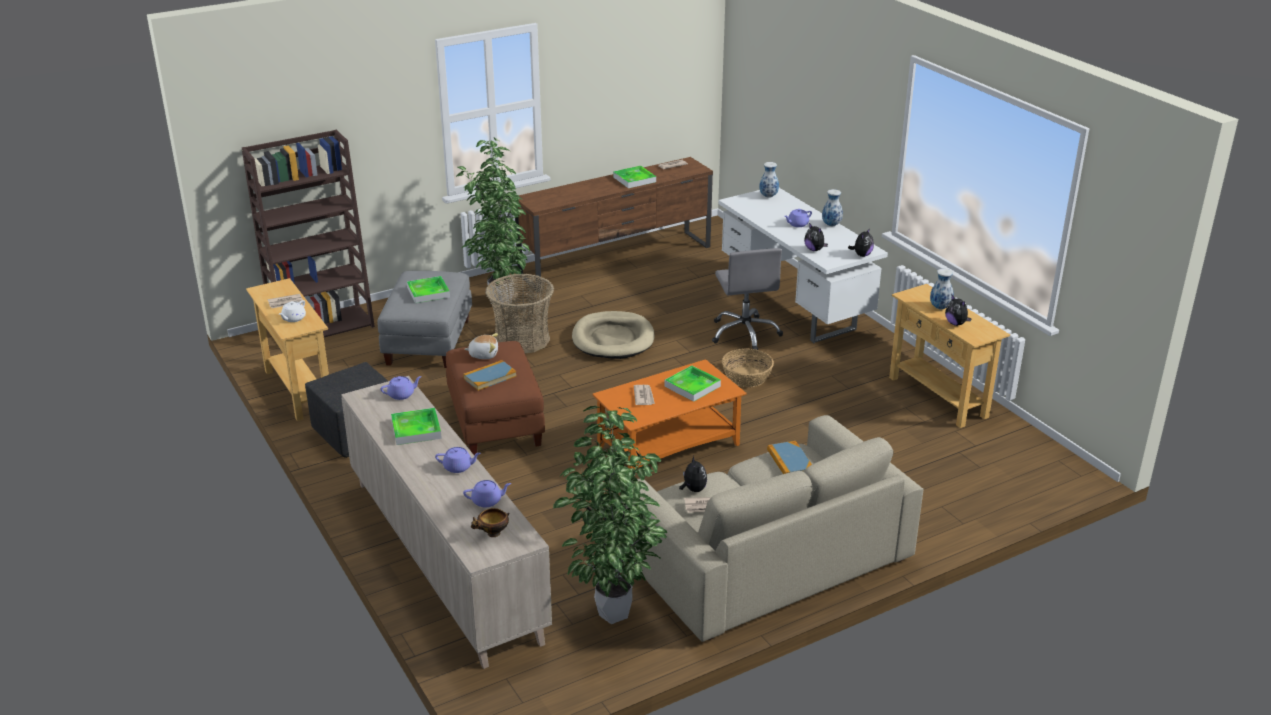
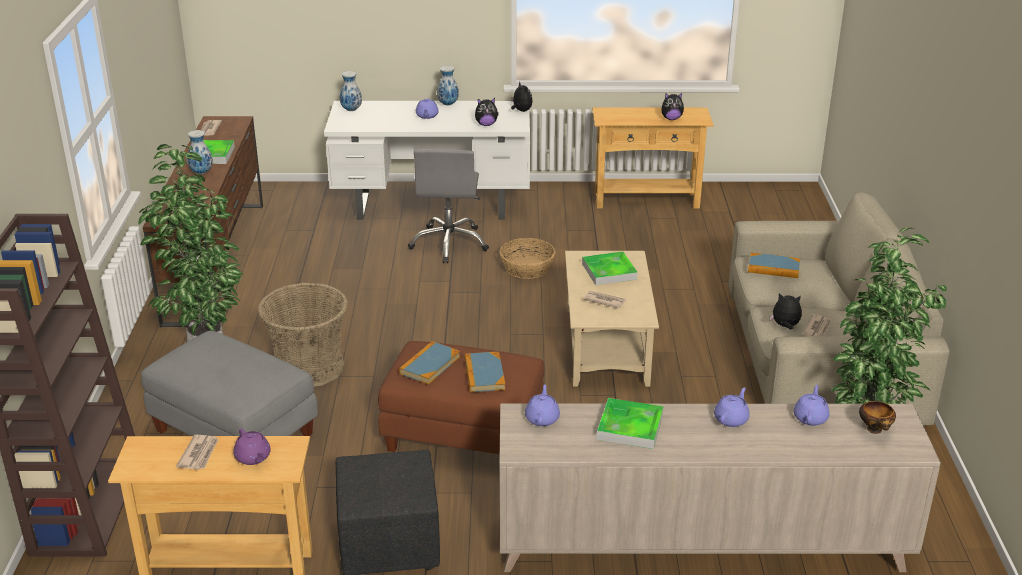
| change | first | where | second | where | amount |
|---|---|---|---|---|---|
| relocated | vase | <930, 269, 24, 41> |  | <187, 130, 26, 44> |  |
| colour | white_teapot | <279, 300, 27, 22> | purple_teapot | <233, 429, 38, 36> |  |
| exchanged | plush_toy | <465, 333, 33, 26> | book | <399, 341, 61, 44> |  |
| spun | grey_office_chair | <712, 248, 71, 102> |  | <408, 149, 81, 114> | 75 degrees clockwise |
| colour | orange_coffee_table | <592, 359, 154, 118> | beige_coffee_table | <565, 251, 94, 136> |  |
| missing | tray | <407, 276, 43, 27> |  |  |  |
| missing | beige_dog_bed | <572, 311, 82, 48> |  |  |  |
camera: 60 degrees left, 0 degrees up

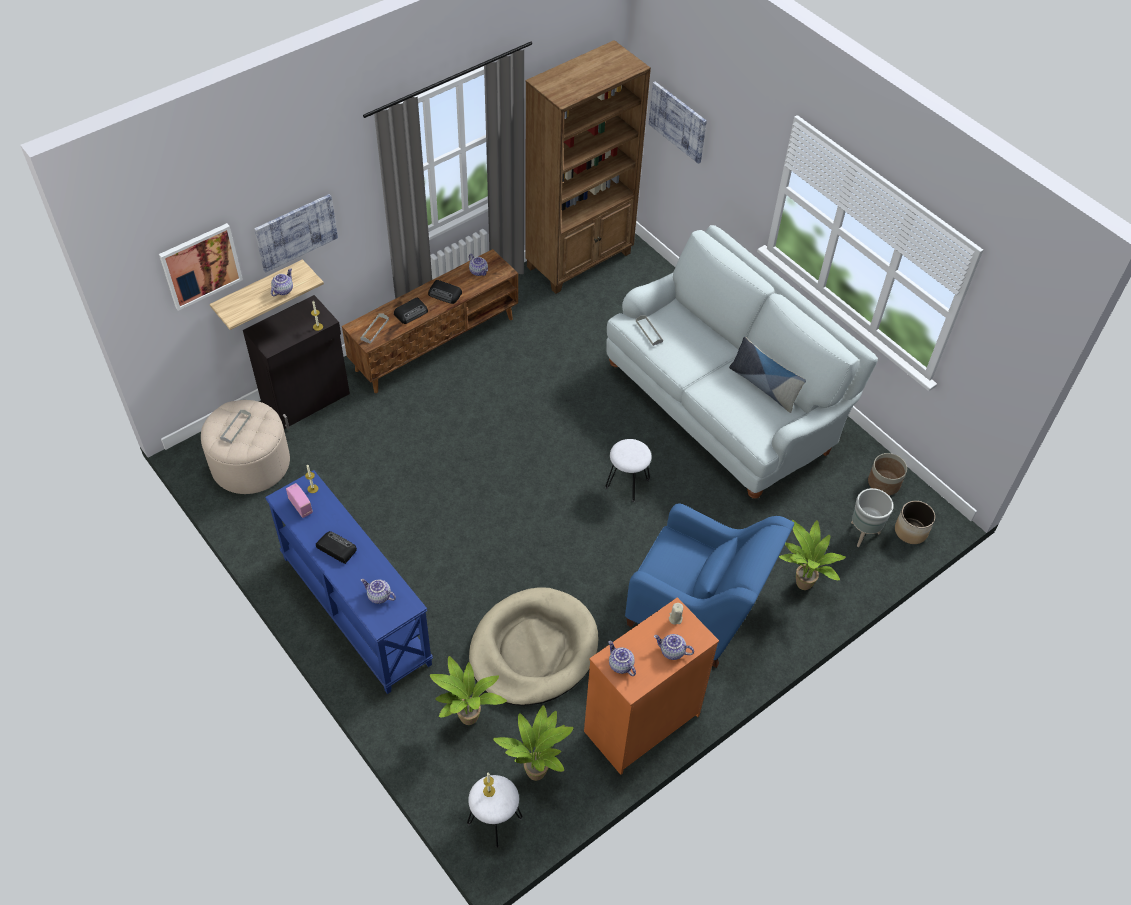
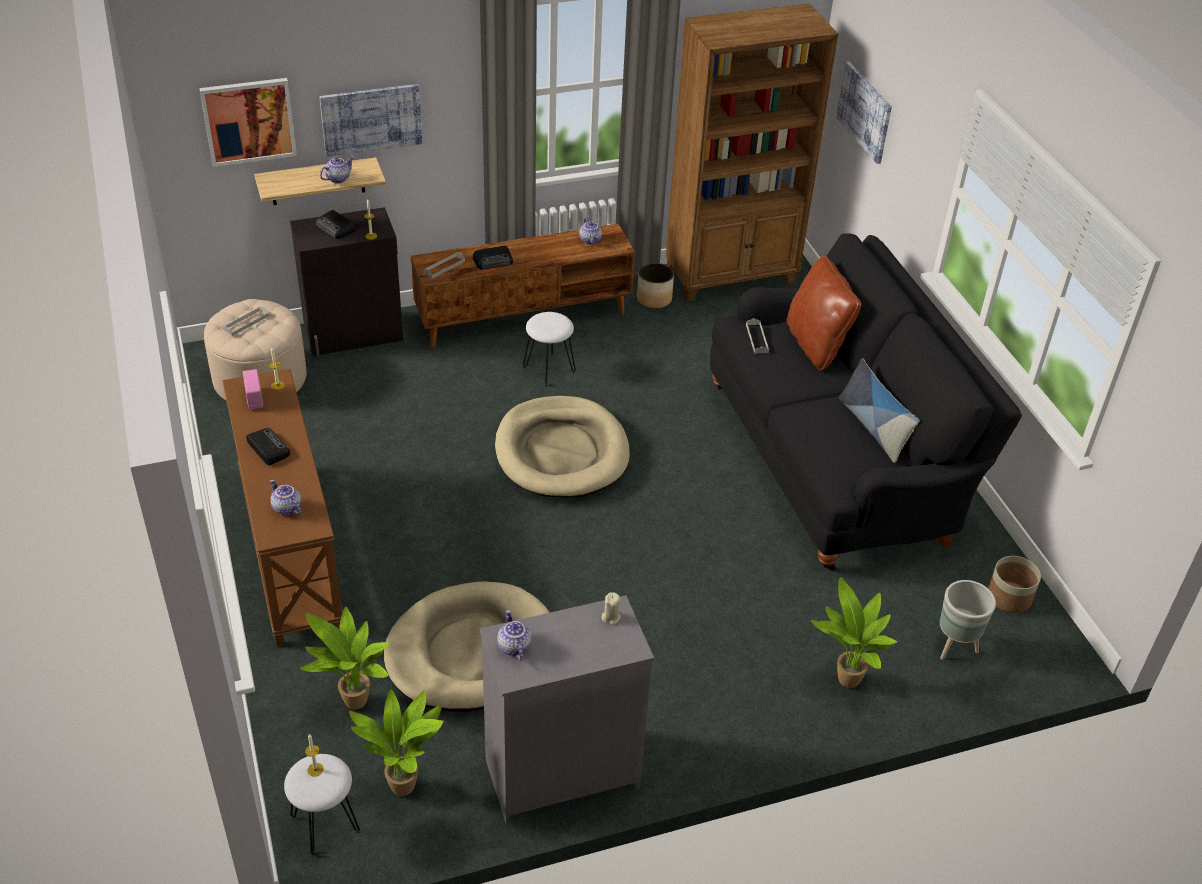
| change | first | where | second | where | amount |
|---|---|---|---|---|---|
| colour | blue_console_table | <265, 470, 168, 224> | brown_console_table | <223, 369, 120, 278> |  |
| relocated | radio | <428, 280, 34, 24> |  | <316, 210, 39, 29> |  |
| colour | orange_dresser | <584, 597, 135, 178> | grey_dresser | <480, 596, 174, 228> |  |
| appeared |  |  | beige_dog_bed | <495, 396, 135, 102> |  |
| relocated | white_stool | <605, 439, 47, 63> |  | <523, 312, 53, 75> |  |
| relocated | planter | <895, 501, 40, 43> |  | <637, 263, 37, 45> |  |
| colour | white_sofa | <606, 225, 272, 274> | black_sofa | <710, 233, 312, 337> |  |
| appeared |  |  | brown_pillow | <786, 255, 75, 116> |  |
| missing | blue_armchair | <625, 503, 169, 165> |  |  |  |
| missing | teapot | <654, 634, 40, 26> |  |  |  |
camera: 20 degrees right, 10 degrees down

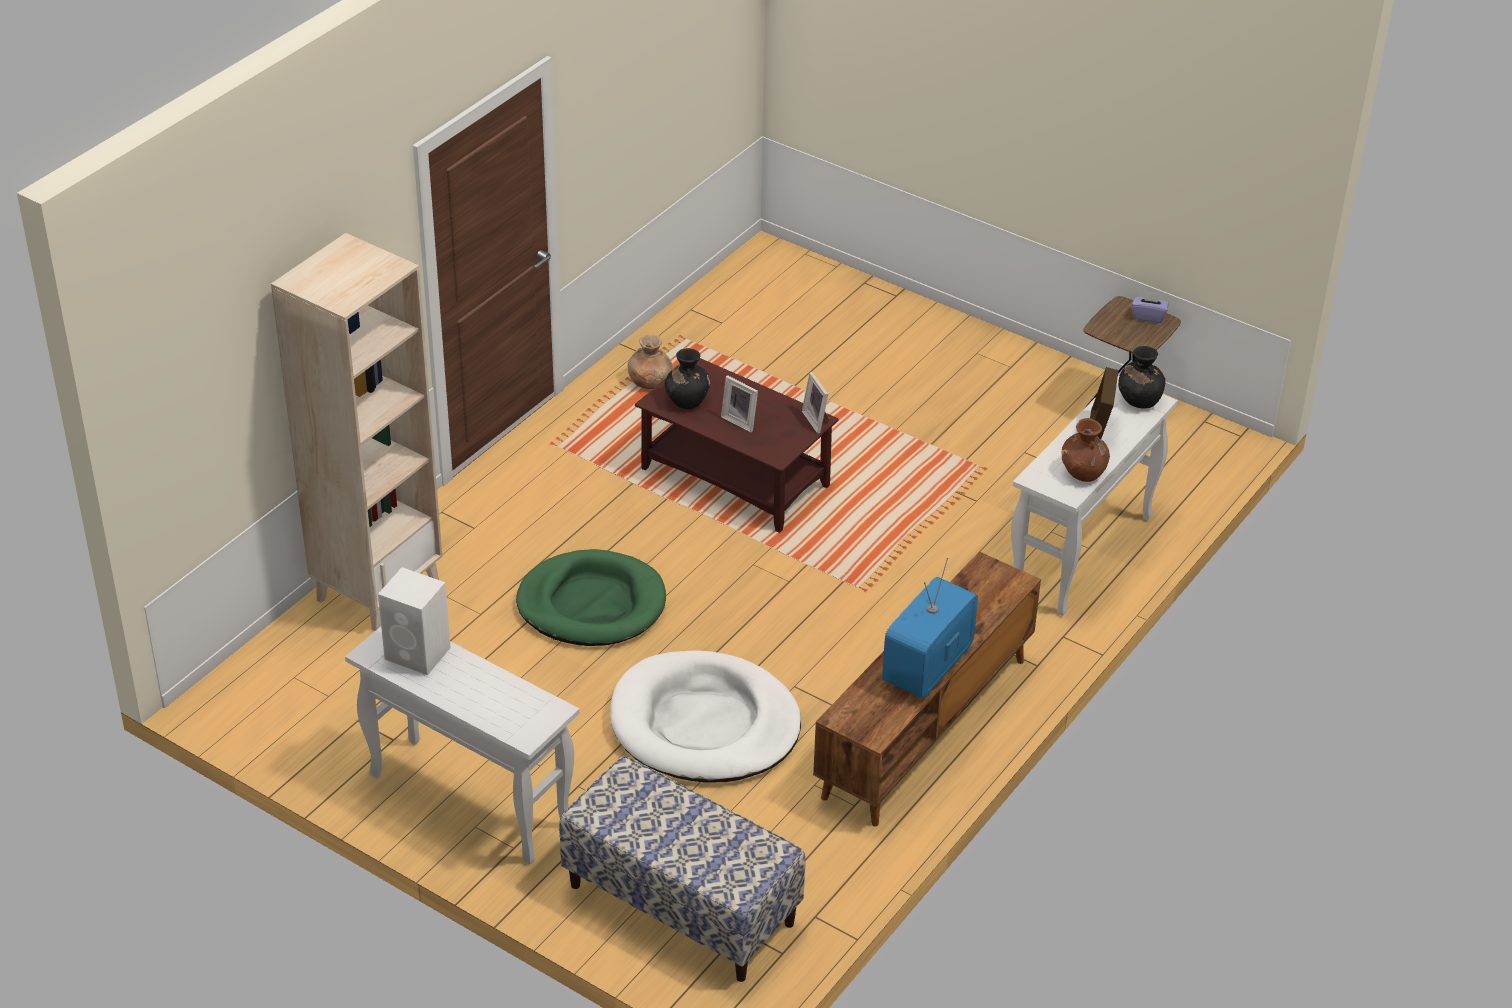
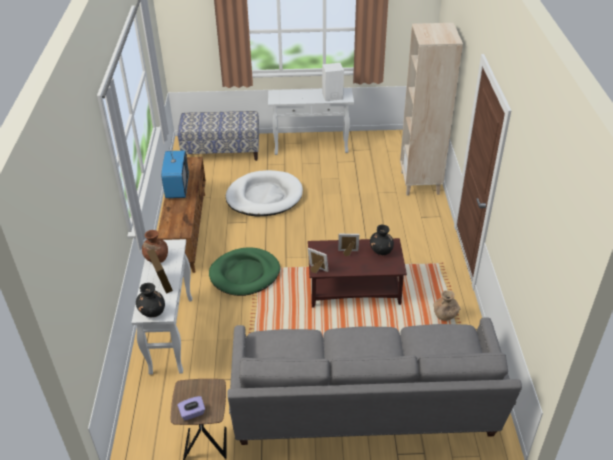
| change | first | where | second | where | amount |
|---|---|---|---|---|---|
| relocated | green_dog_bed | <516, 549, 150, 97> |  | <209, 248, 71, 48> |  |
| appeared |  |  | grey_sofa | <227, 317, 295, 128> |  |
camera: 145 degrees right, 0 degrees up

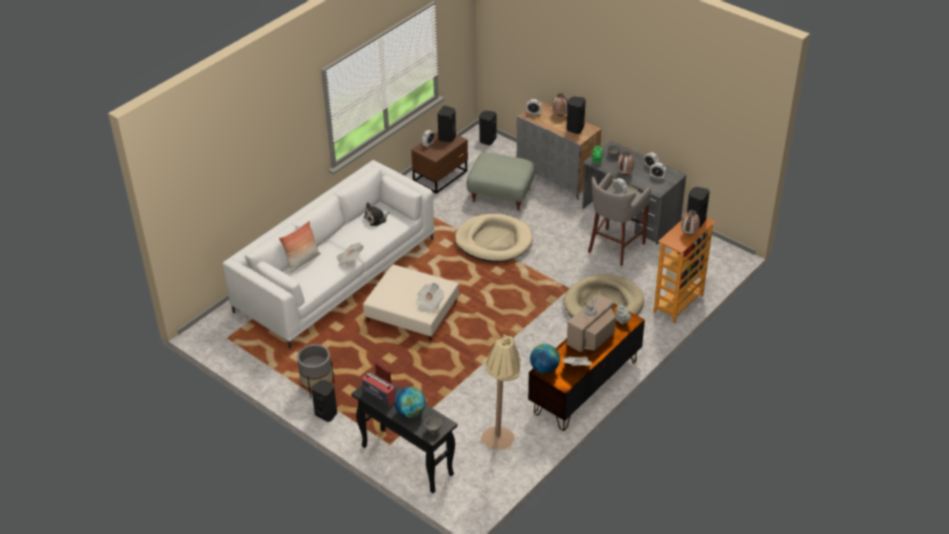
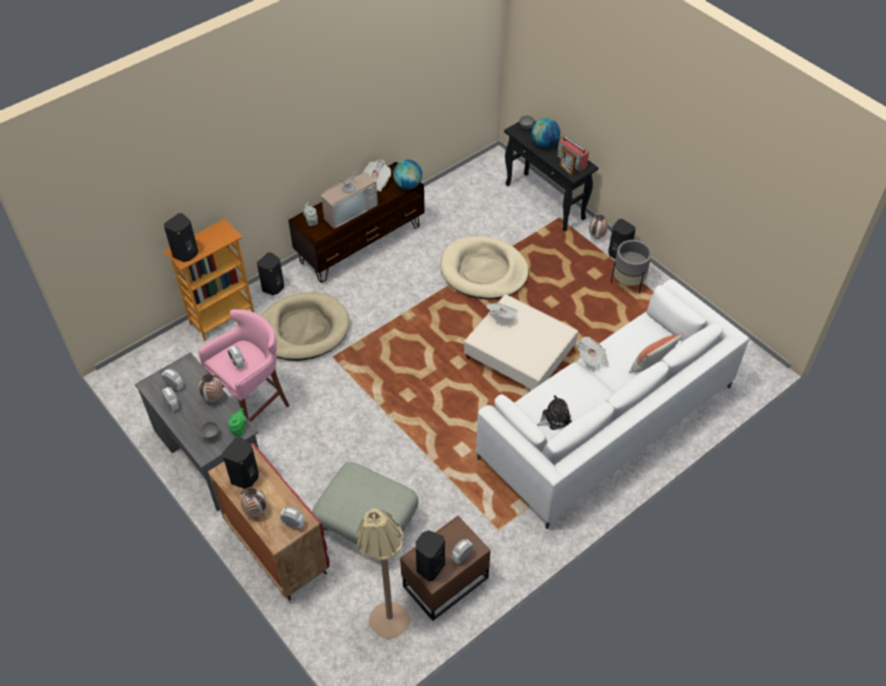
| change | first | where | second | where | amount |
|---|---|---|---|---|---|
| colour | grey_stool | <588, 173, 63, 93> | pink_stool | <198, 309, 92, 113> |  |
| colour | grey_cabinet | <516, 101, 85, 99> | red_cabinet | <208, 443, 122, 157> |  |
| relocated | black_speaker | <479, 111, 17, 34> |  | <257, 252, 27, 43> |  |
| relocated | beige_floor_lamp | <481, 334, 40, 116> |  | <357, 509, 54, 130> |  |
| relocated | beige_dog_bed | <455, 214, 78, 48> |  | <440, 236, 89, 63> |  |
| relocated | vase | <681, 210, 19, 25> |  | <589, 214, 19, 25> |  |
camera: 170 degrees left, 10 degrees up

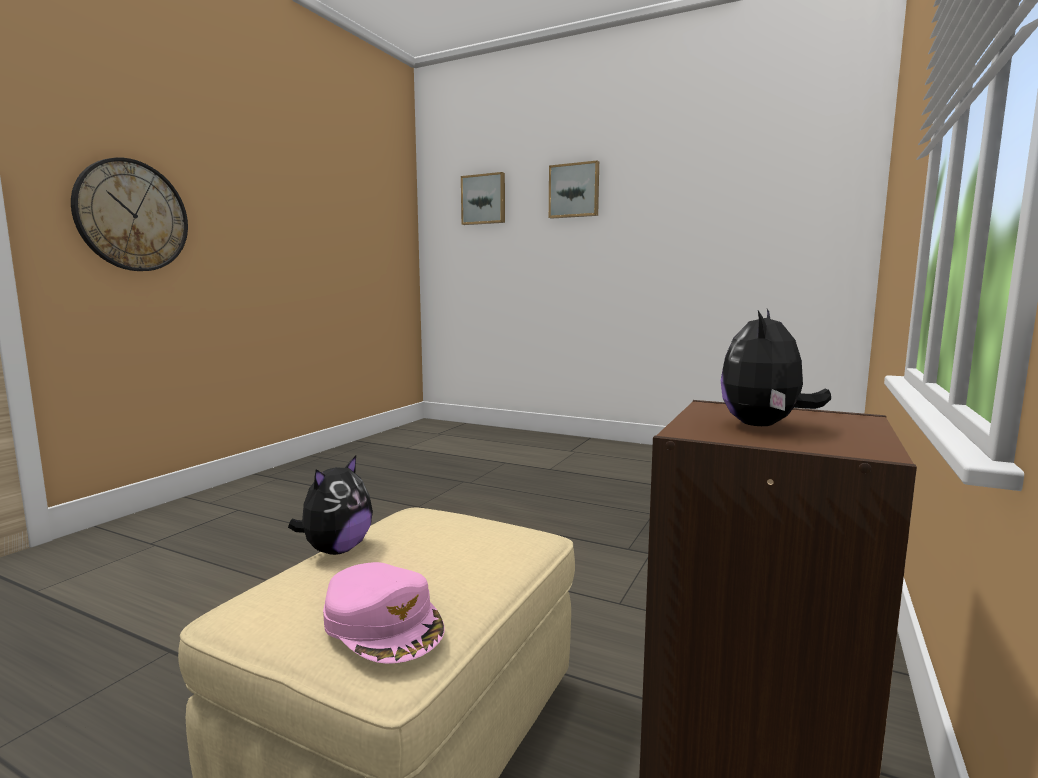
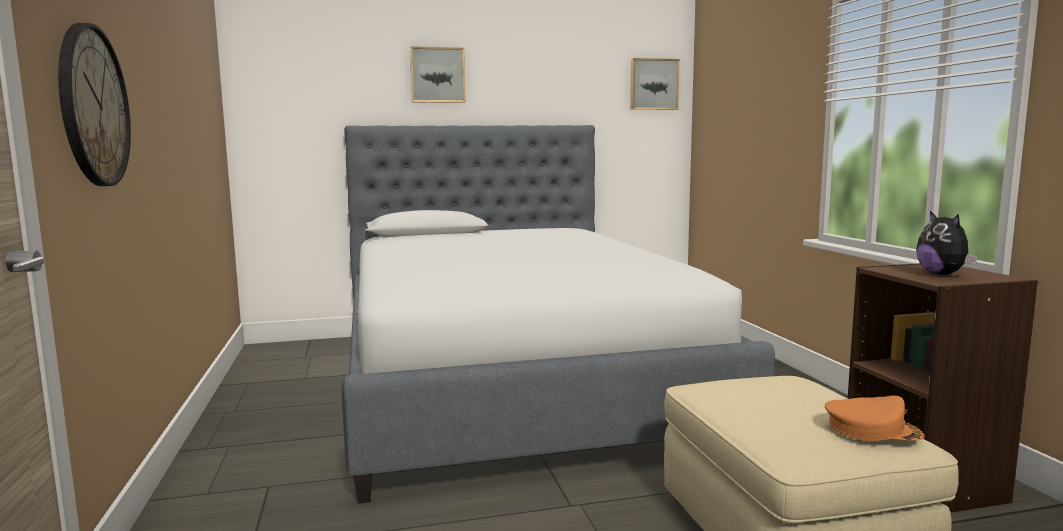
| change | first | where | second | where | amount |
|---|---|---|---|---|---|
| appeared |  |  | bed | <341, 125, 434, 379> |  |
| relocated | picture | <461, 172, 44, 53> |  | <630, 58, 50, 52> |  |
| colour | pink_cap | <323, 562, 121, 102> | orange_cap | <825, 396, 100, 45> |  |
| missing | plush_toy | <288, 455, 85, 100> |  |  |  |
camera: 40 degrees left, 0 degrees up

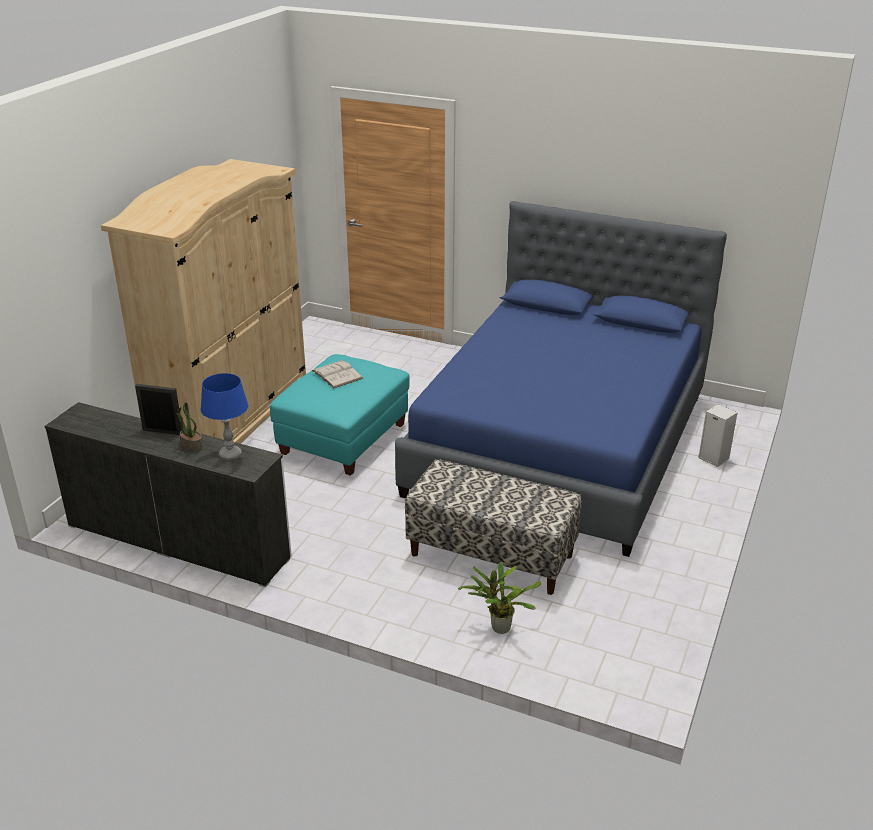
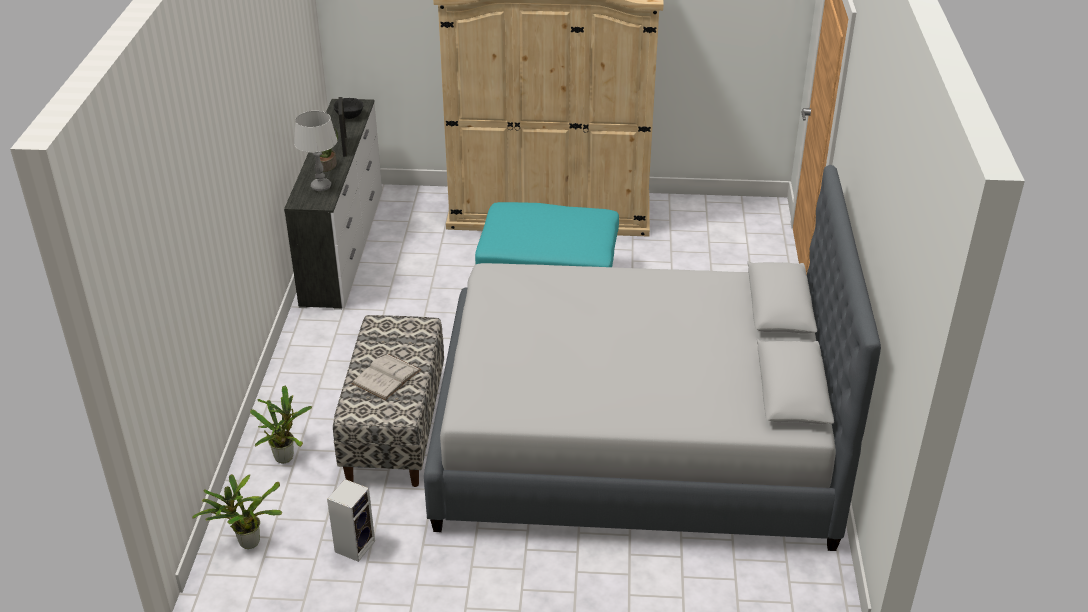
| change | first | where | second | where | amount |
|---|---|---|---|---|---|
| appeared |  |  | potted_plant | <192, 474, 90, 75> |  |
| colour | blue_table_lamp | <201, 373, 47, 87> | grey_table_lamp | <294, 111, 43, 80> |  |
| relocated | speaker | <699, 404, 39, 63> |  | <327, 479, 48, 83> |  |
| appeared |  |  | black_bowl | <334, 98, 30, 21> |  |
| relocated | white_book | <312, 359, 51, 29> |  | <352, 354, 70, 46> |  |
| colour | blue_bed | <395, 201, 332, 356> | grey_bed | <424, 165, 457, 386> |  |
camera: 70 degrees right, 5 degrees up

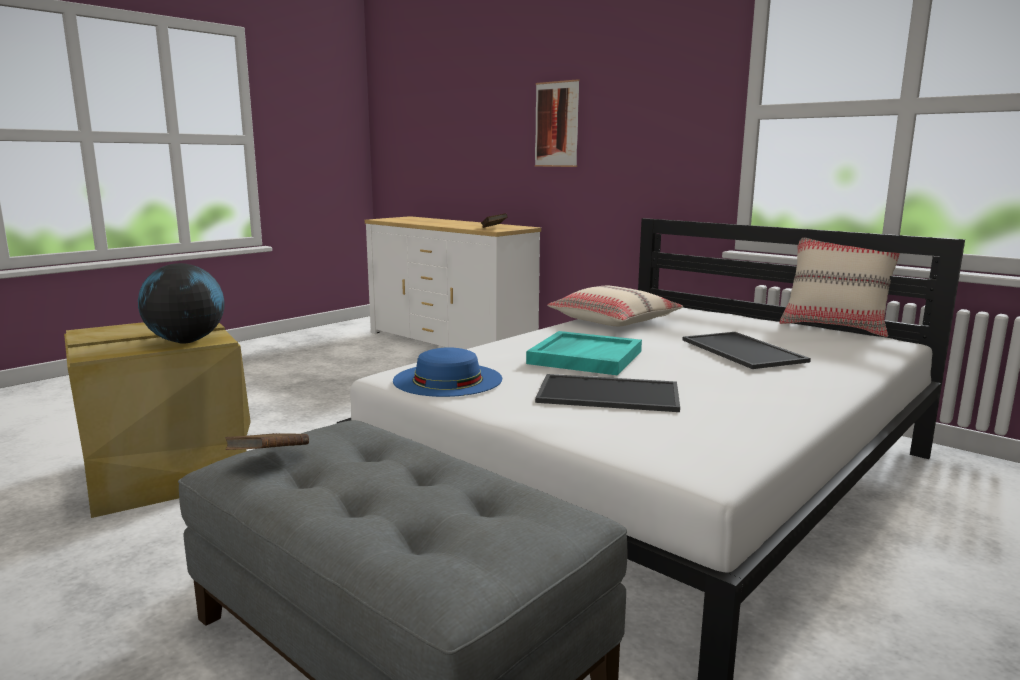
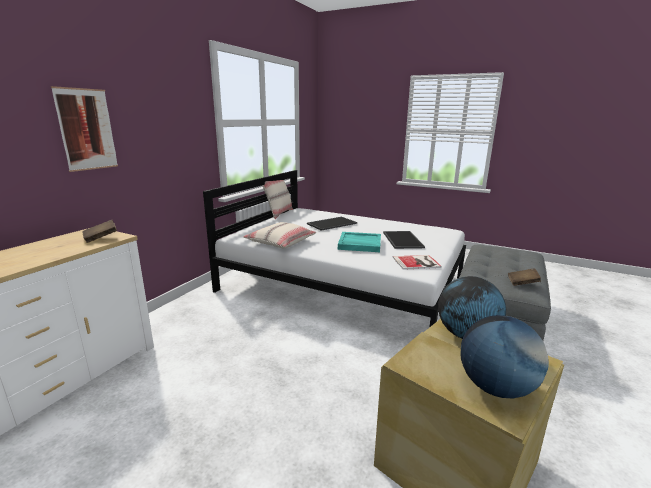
| change | first | where | second | where | amount |
|---|---|---|---|---|---|
| exchanged | blue_hat | <393, 347, 109, 50> | book | <393, 255, 49, 15> |  |
| appeared |  |  | globe | <460, 315, 89, 83> |  |
camera: 105 degrees left, 5 degrees up

